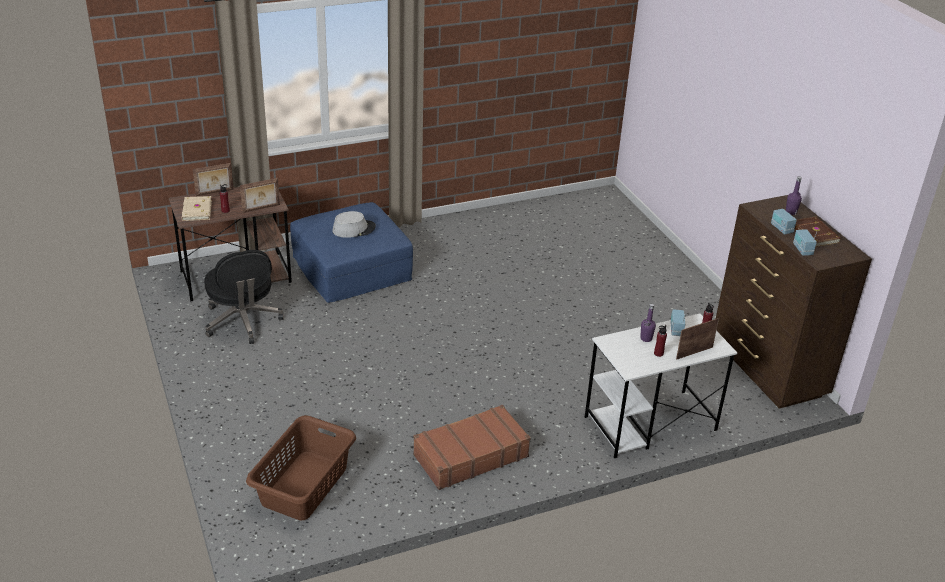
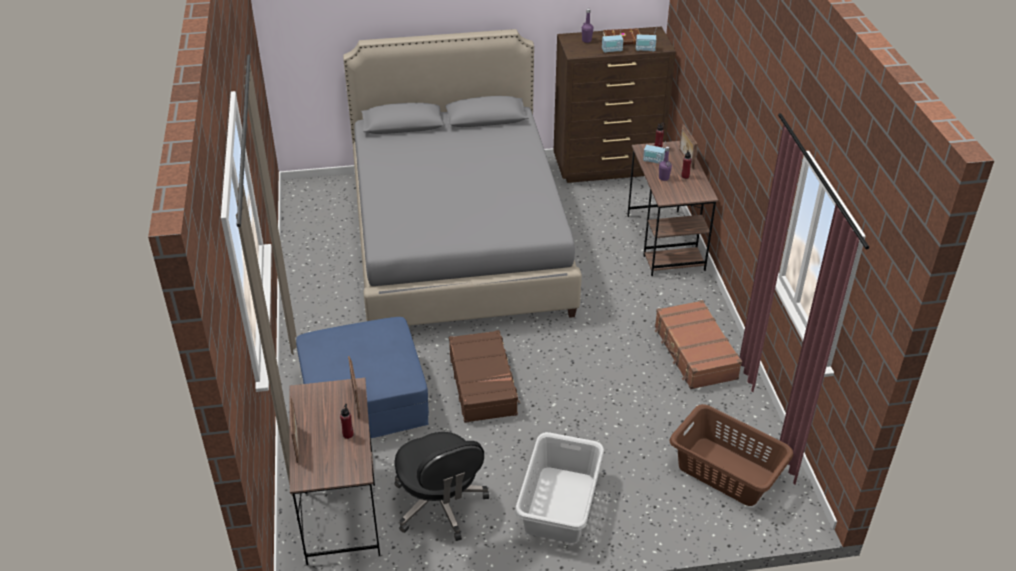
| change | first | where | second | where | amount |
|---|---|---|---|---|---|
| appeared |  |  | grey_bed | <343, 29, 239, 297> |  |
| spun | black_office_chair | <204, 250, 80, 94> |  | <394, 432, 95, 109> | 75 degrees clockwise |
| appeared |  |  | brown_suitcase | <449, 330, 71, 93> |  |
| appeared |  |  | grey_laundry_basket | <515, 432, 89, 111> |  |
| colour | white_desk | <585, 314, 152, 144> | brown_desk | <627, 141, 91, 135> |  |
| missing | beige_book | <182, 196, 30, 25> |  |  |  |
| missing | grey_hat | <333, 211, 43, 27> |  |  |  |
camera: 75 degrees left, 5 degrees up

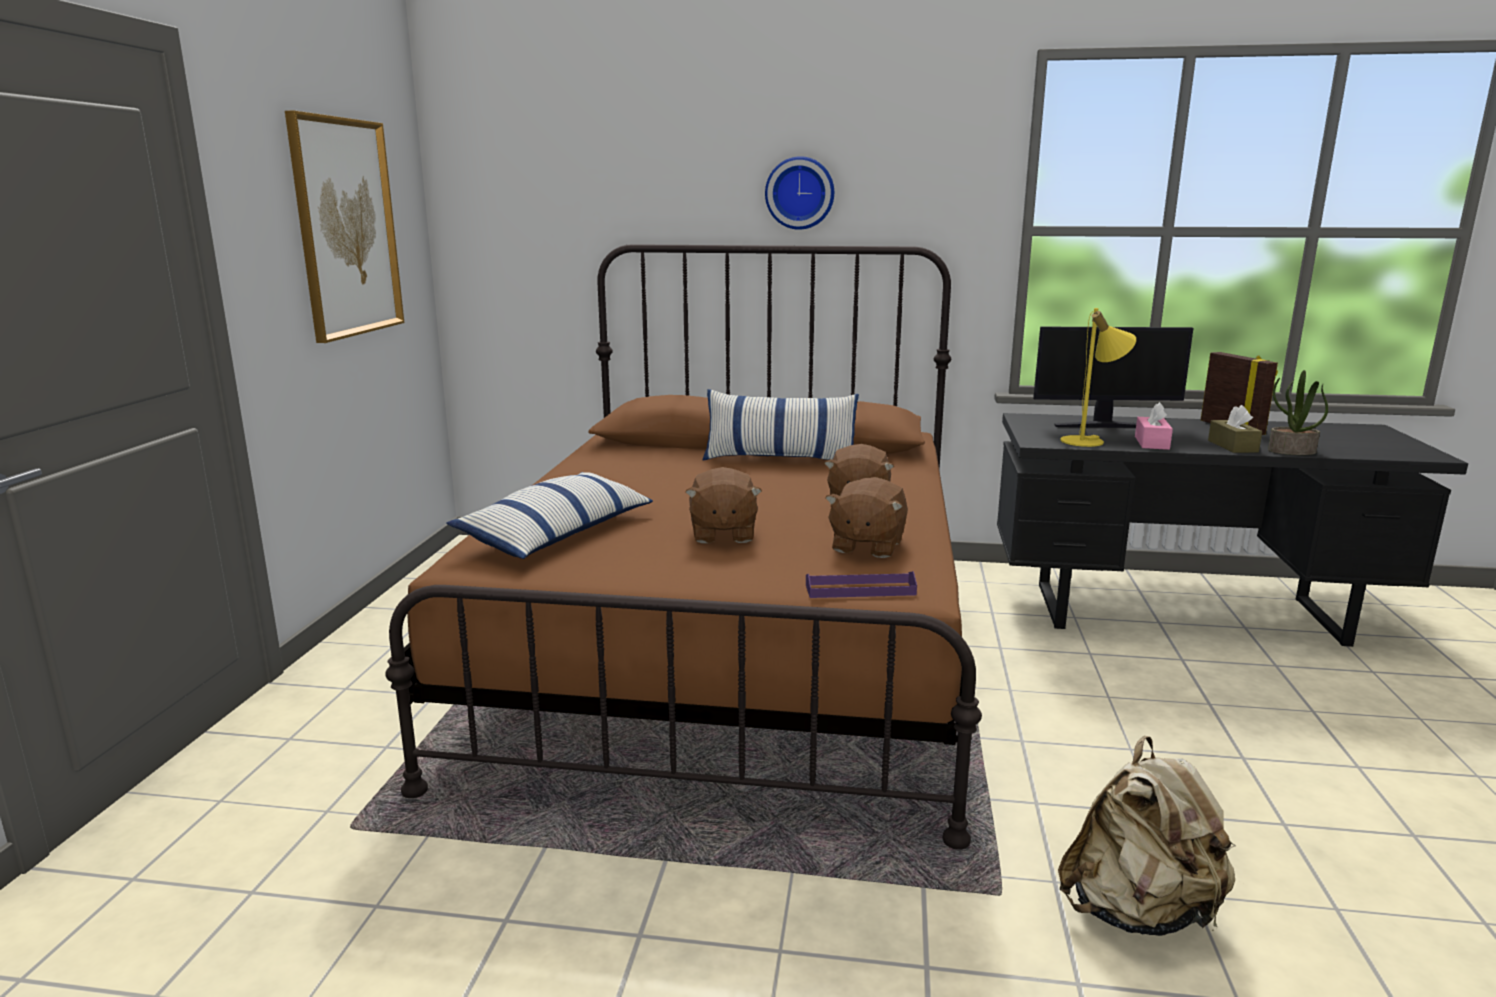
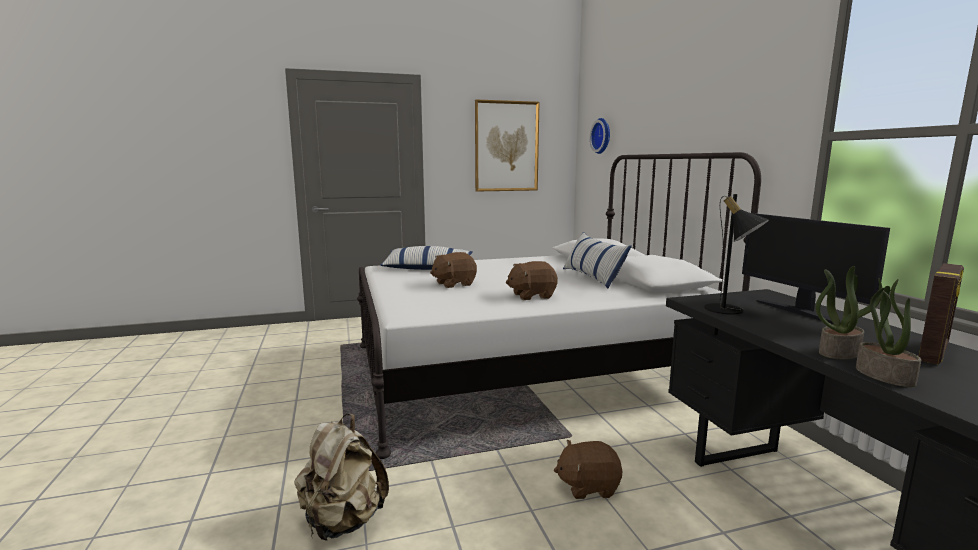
| change | first | where | second | where | amount |
|---|---|---|---|---|---|
| colour | brown_bed | <385, 244, 597, 606> | white_bed | <357, 152, 404, 307> |  |
| relocated | brown_plush_toy | <825, 477, 83, 81> |  | <554, 440, 68, 59> |  |
| relocated | wall_clock | <765, 156, 69, 74> |  | <590, 118, 20, 36> |  |
| colour | yellow_table_lamp | <1060, 308, 76, 139> | black_table_lamp | <704, 194, 65, 120> |  |
| exchanged | brown_tissue_box | <1208, 405, 54, 48> | potted_plant | <816, 266, 67, 93> |  |
| missing | purple_tray | <806, 571, 111, 27> |  |  |  |
| missing | pink_tissue_box | <1135, 402, 38, 48> |  |  |  |
camera: 65 degrees right, 5 degrees down

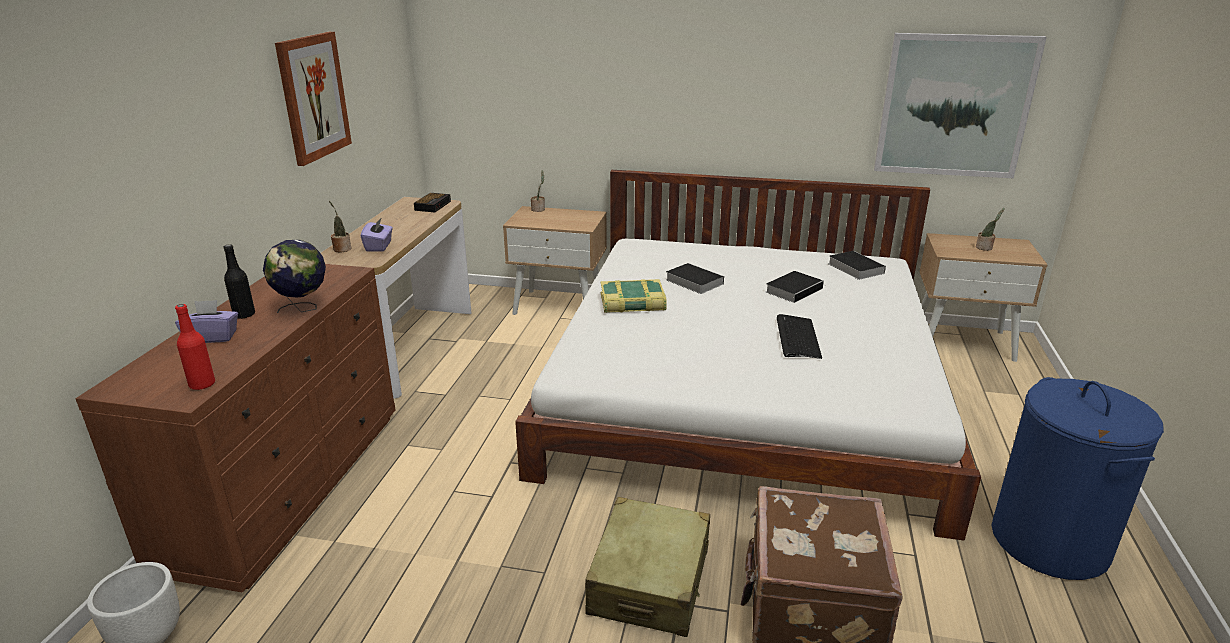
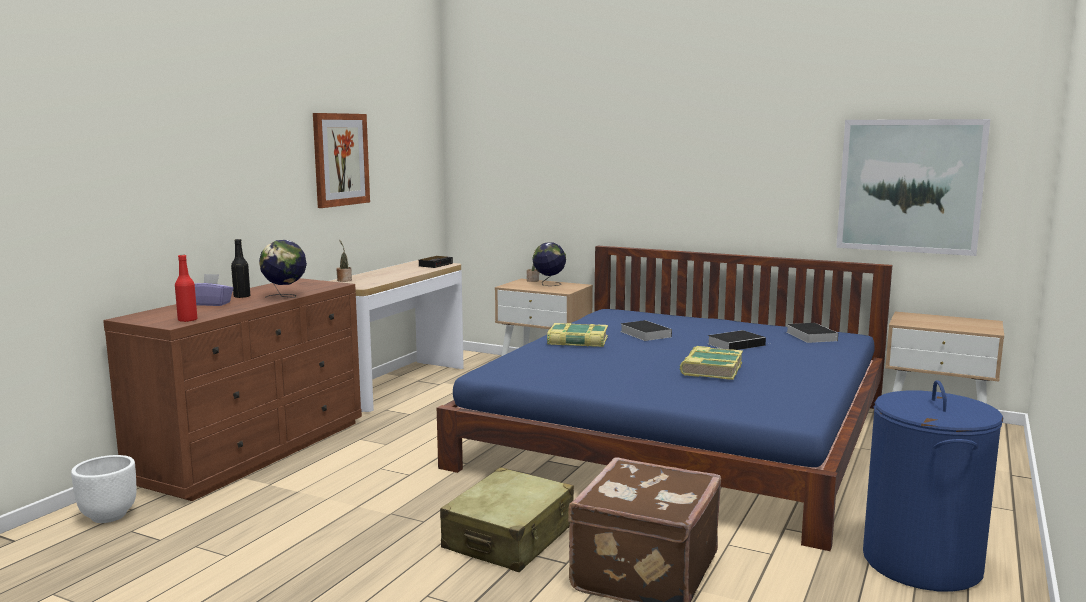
| change | first | where | second | where | amount |
|---|---|---|---|---|---|
| colour | white_bed | <515, 170, 466, 371> | blue_bed | <437, 246, 455, 305> |  |
| appeared |  |  | globe | <532, 242, 34, 44> |  |
| exchanged | keyboard | <777, 314, 45, 45> | book | <680, 346, 63, 34> |  |
| missing | purple_tissue_box | <361, 217, 32, 35> |  |  |  |
| missing | potted_plant | <976, 208, 28, 43> |  |  |  |
camera: 15 degrees right, 15 degrees down

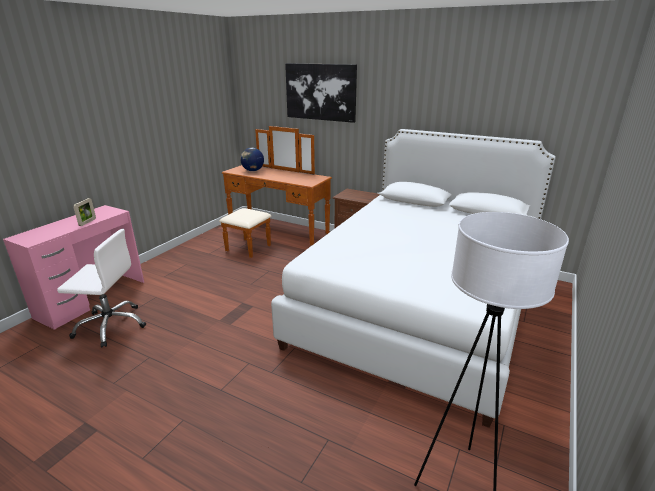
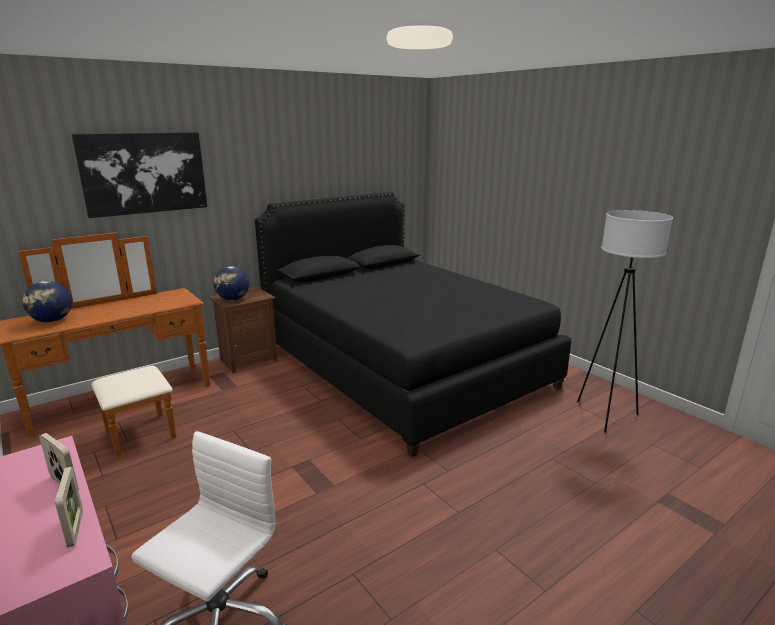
| change | first | where | second | where | amount |
|---|---|---|---|---|---|
| appeared |  |  | picture_frame | <55, 467, 28, 80> |  |
| appeared |  |  | globe | <214, 266, 35, 35> |  |
| colour | white_bed | <271, 129, 285, 299> | black_bed | <255, 192, 317, 265> |  |
camera: 65 degrees left, 5 degrees down

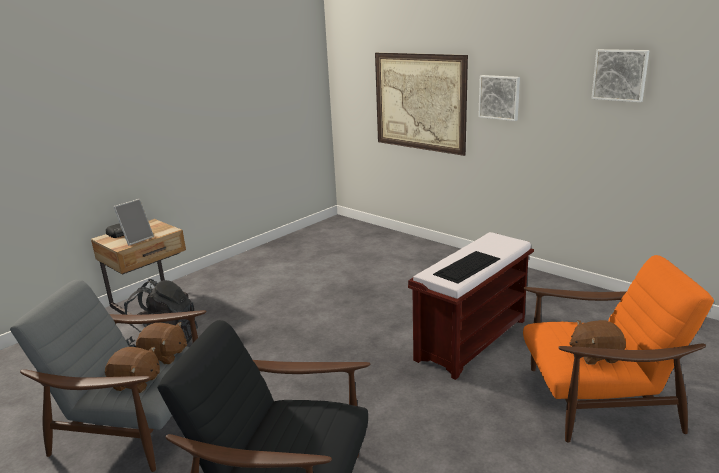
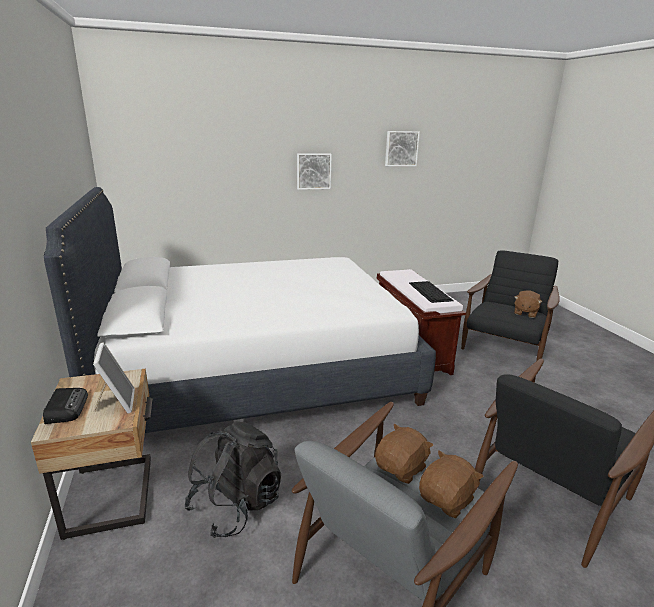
| change | first | where | second | where | amount |
|---|---|---|---|---|---|
| appeared |  |  | white_bed | <44, 187, 392, 246> |  |
| colour | orange_armchair | <523, 255, 191, 187> | black_armchair | <461, 250, 99, 111> |  |
| missing | picture | <375, 53, 93, 103> |  |  |  |
camera: 60 degrees left, 0 degrees up

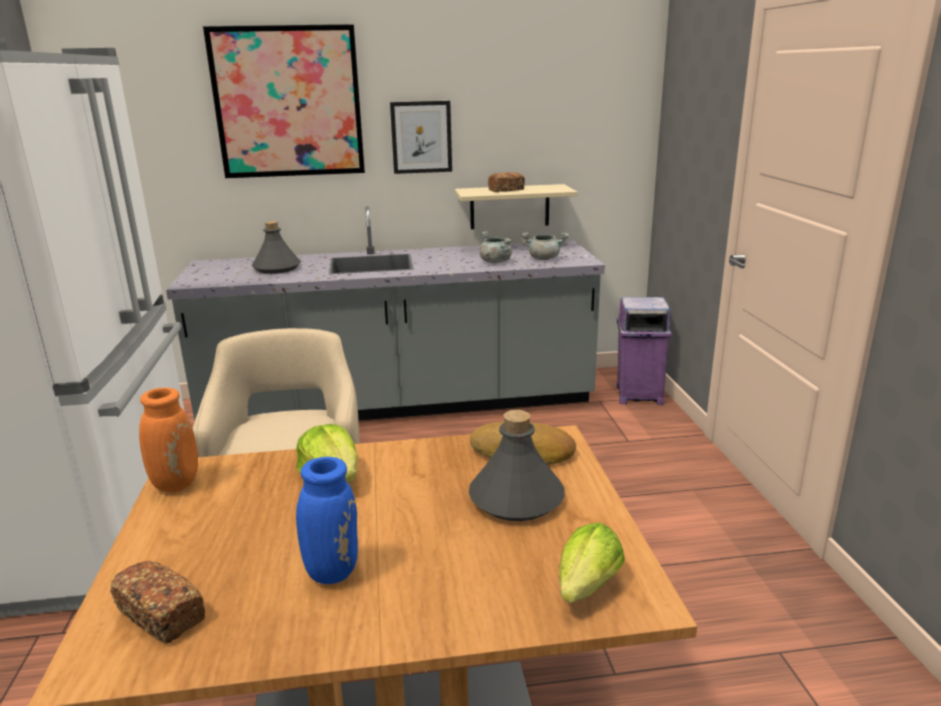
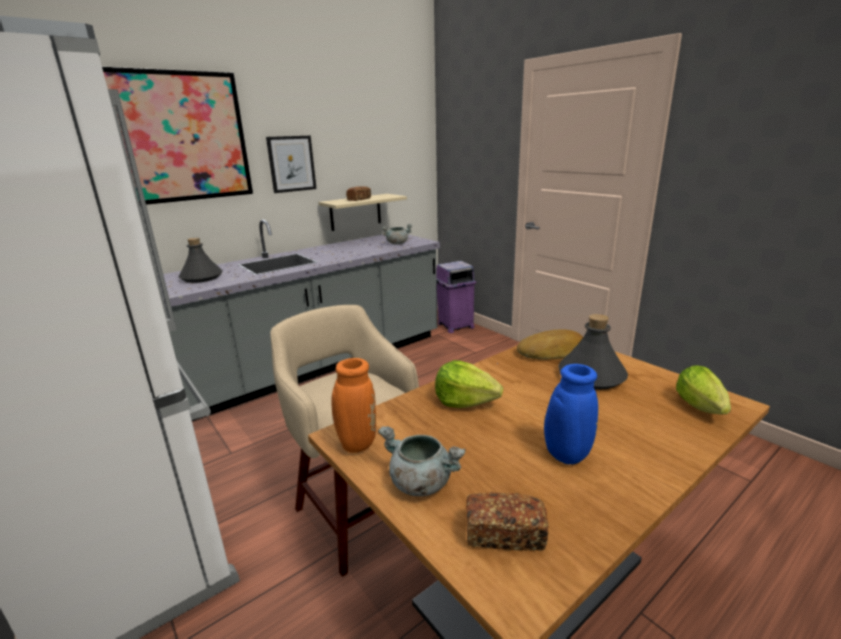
| change | first | where | second | where | amount |
|---|---|---|---|---|---|
| relocated | grey_cooking_pot | <479, 231, 33, 32> |  | <378, 426, 87, 70> |  |
camera: 30 degrees left, 0 degrees up

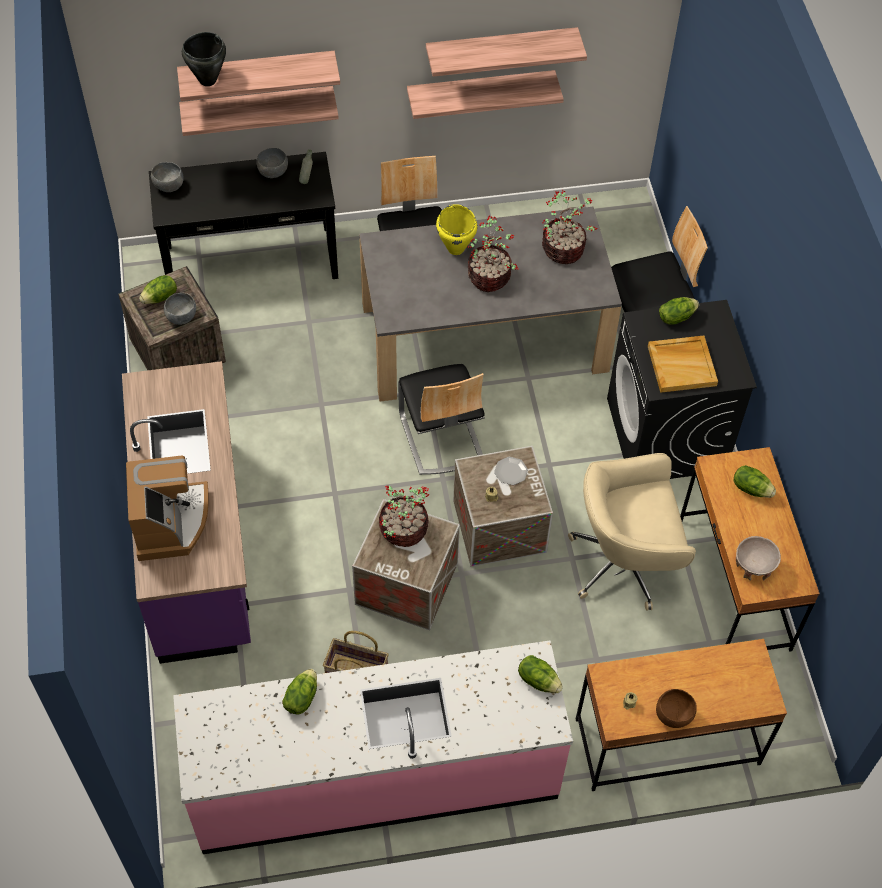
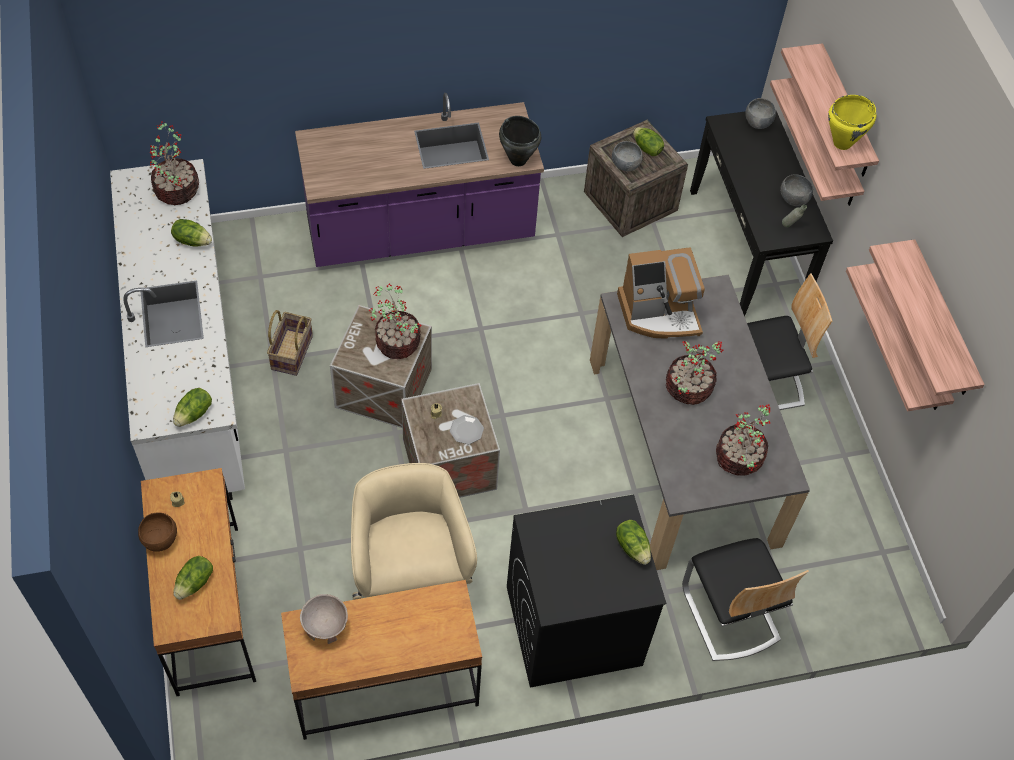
| change | first | where | second | where | amount |
|---|---|---|---|---|---|
| colour | pink_counter | <173, 640, 400, 214> | white_counter | <110, 159, 135, 341> |  |
| appeared |  |  | potted_plant | <150, 121, 49, 84> |  |
| relocated | lettuce | <734, 465, 42, 33> |  | <173, 556, 40, 44> |  |
| relocated | black_cooking_pot | <182, 32, 44, 54> |  | <499, 116, 42, 50> |  |
| relocated | coffee_machine | <126, 456, 83, 105> |  | <617, 247, 88, 92> |  |
| relocated | yellow_cooking_pot | <436, 204, 41, 51> |  | <828, 95, 48, 55> |  |
| missing | chair | <398, 364, 87, 111> |  |  |  |
| missing | beige_tray | <648, 335, 70, 58> |  |  |  |
camera: 85 degrees right, 0 degrees up

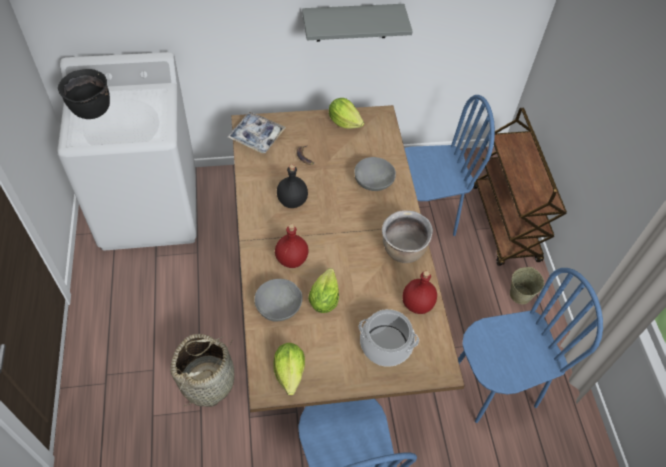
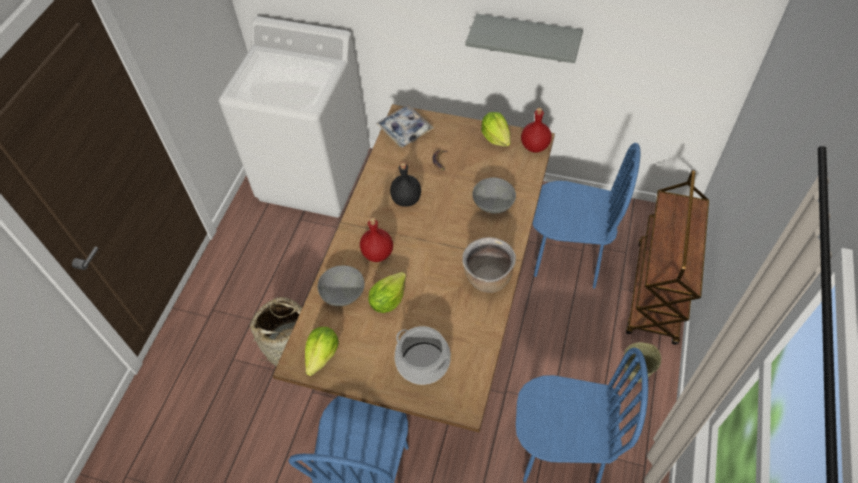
| change | first | where | second | where | amount |
|---|---|---|---|---|---|
| relocated | red_bottle | <402, 271, 35, 43> |  | <521, 108, 31, 45> |  |
| missing | black_cooking_pot | <58, 69, 52, 50> |  |  |  |
camera: 30 degrees right, 0 degrees up

